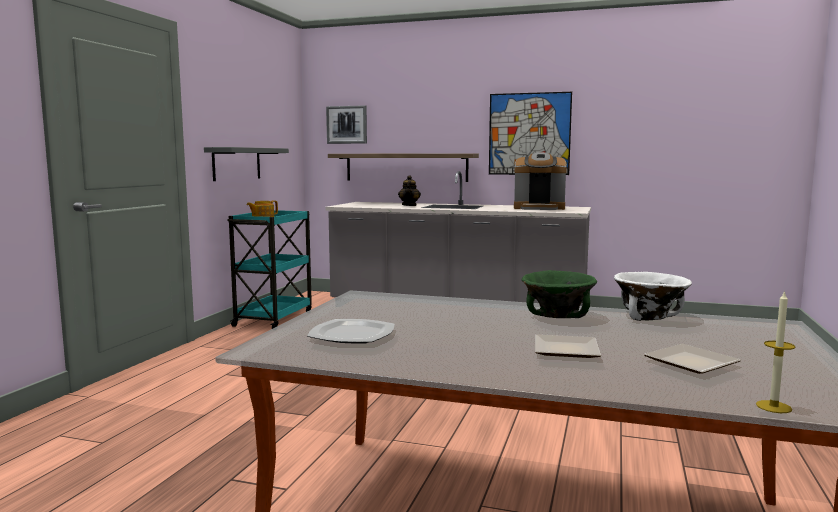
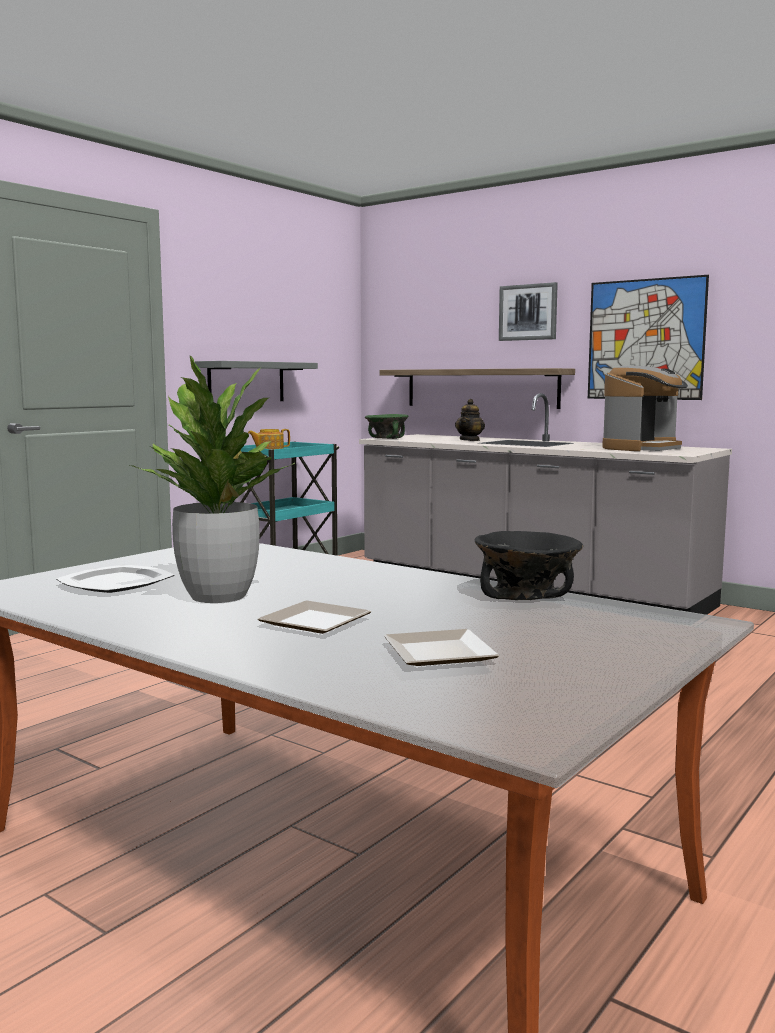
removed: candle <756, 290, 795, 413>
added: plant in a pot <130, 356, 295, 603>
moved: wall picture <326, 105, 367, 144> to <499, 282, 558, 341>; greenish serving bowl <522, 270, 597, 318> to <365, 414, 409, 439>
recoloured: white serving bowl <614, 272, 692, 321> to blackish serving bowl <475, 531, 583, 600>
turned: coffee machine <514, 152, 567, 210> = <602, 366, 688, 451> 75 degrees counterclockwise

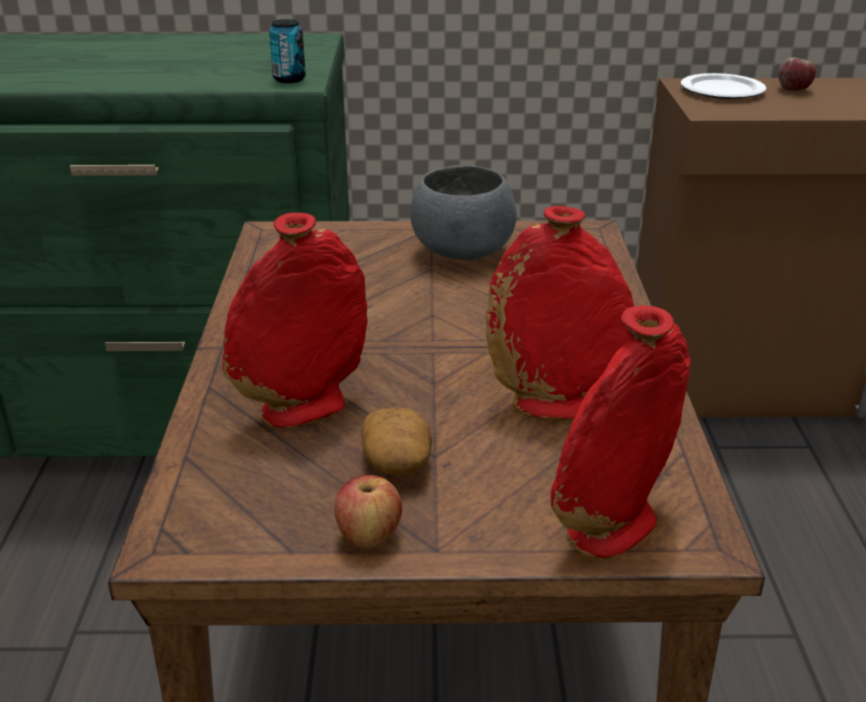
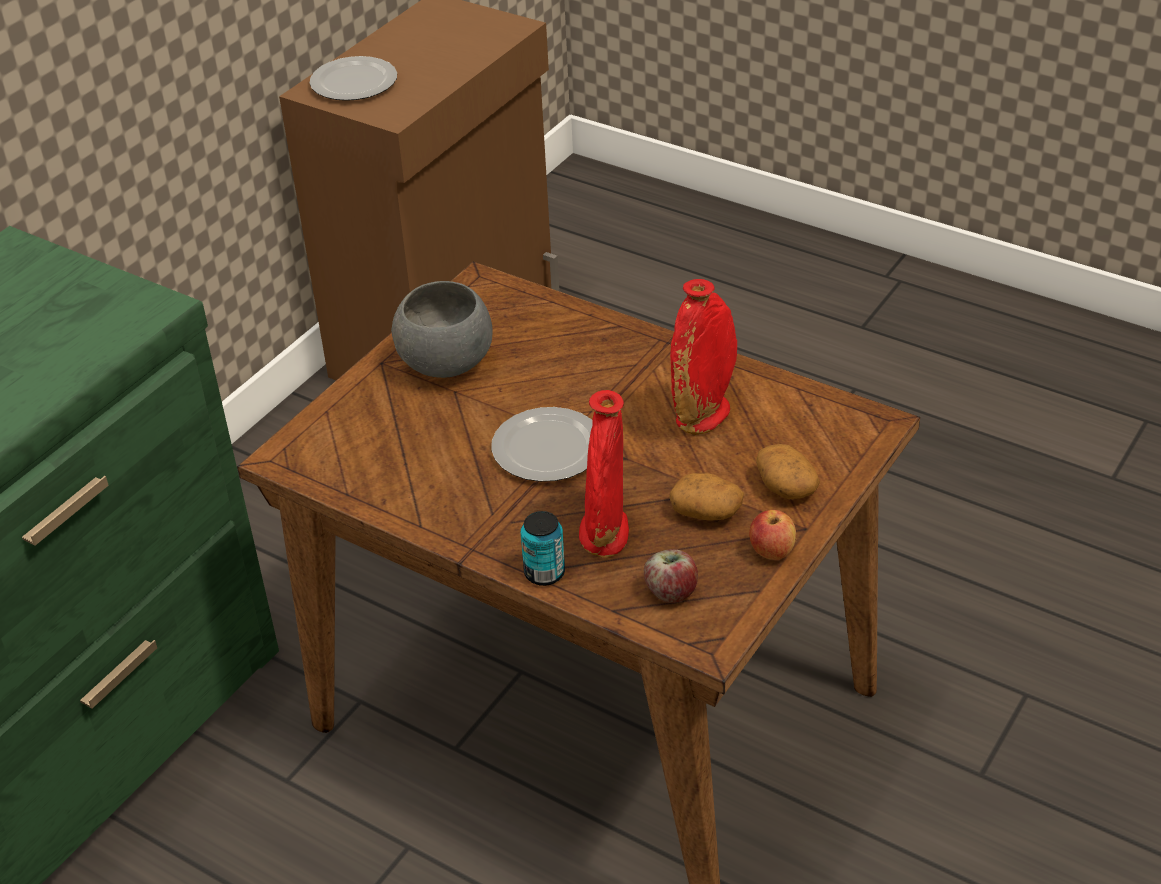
removed: reddish flower vase <551, 306, 691, 559>
added: plate <491, 407, 593, 482>; spud <756, 444, 820, 499>
moved: metal can <269, 19, 306, 83> to <521, 511, 565, 586>; apple fruit <778, 58, 816, 91> to <644, 549, 698, 603>

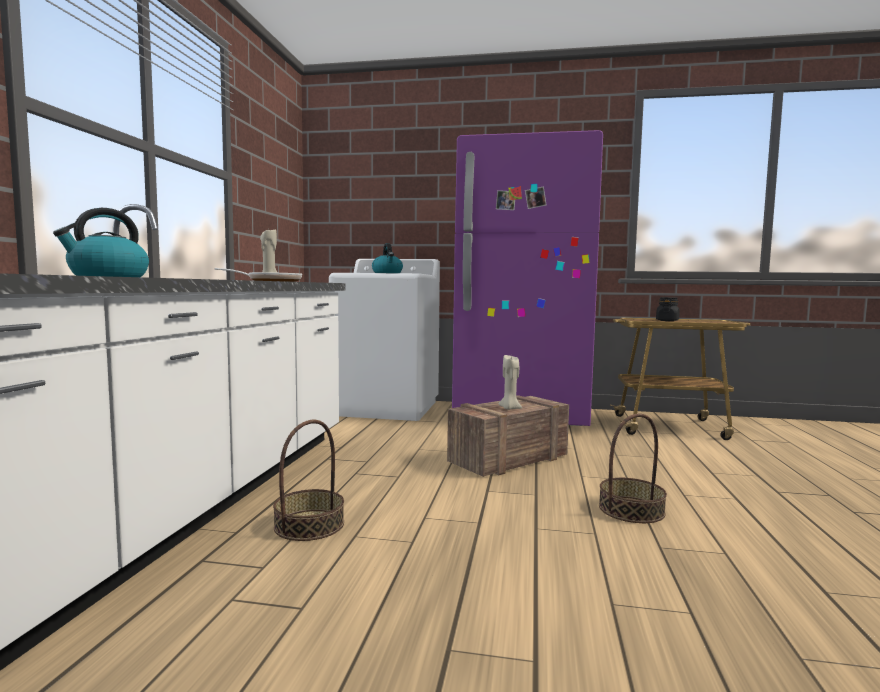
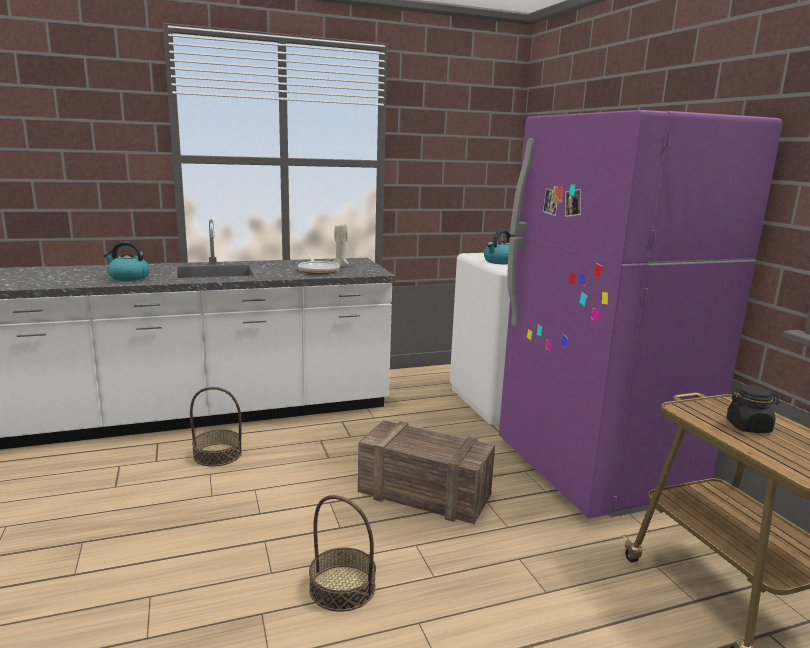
removed: sand-coloured candle <499, 355, 522, 410>

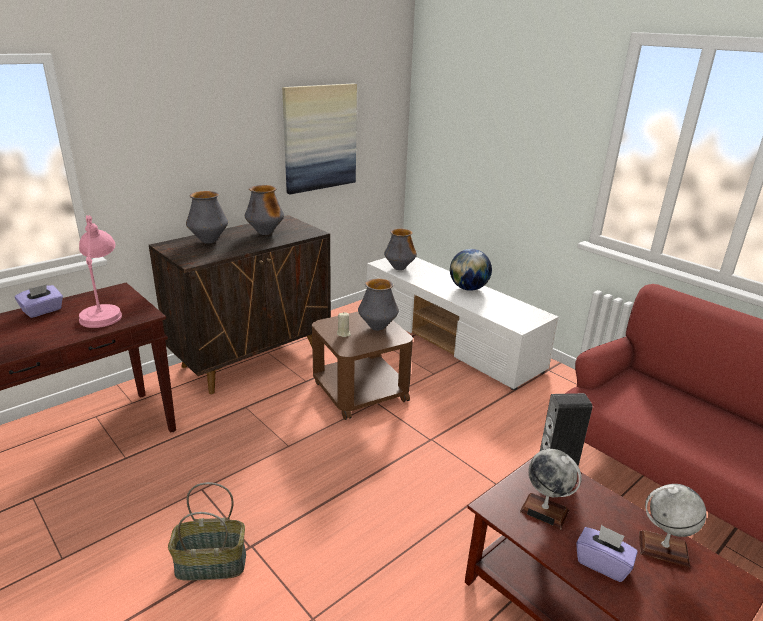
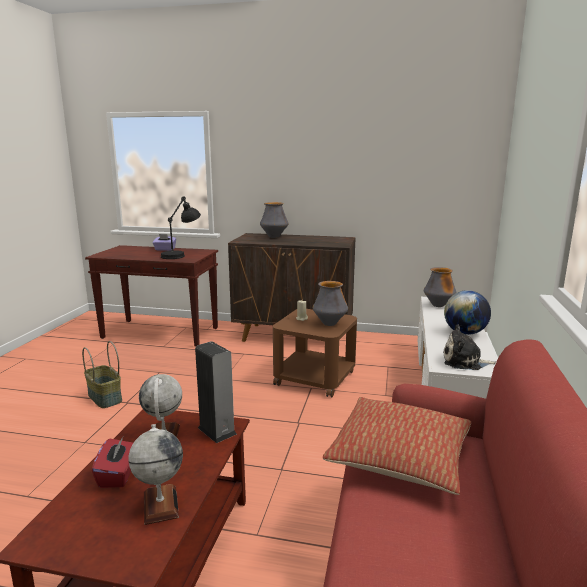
removed: wall picture <282, 84, 357, 194>; flower vase <245, 185, 284, 235>
added: soft toy <443, 324, 496, 370>; pillow <323, 397, 471, 495>
recoloured: pinkish tabletop lamp <79, 215, 122, 328> to blackish tabletop lamp <161, 196, 201, 259>; purple-coloured tissue box <576, 525, 638, 582> to reddish tissue box <92, 437, 133, 488>

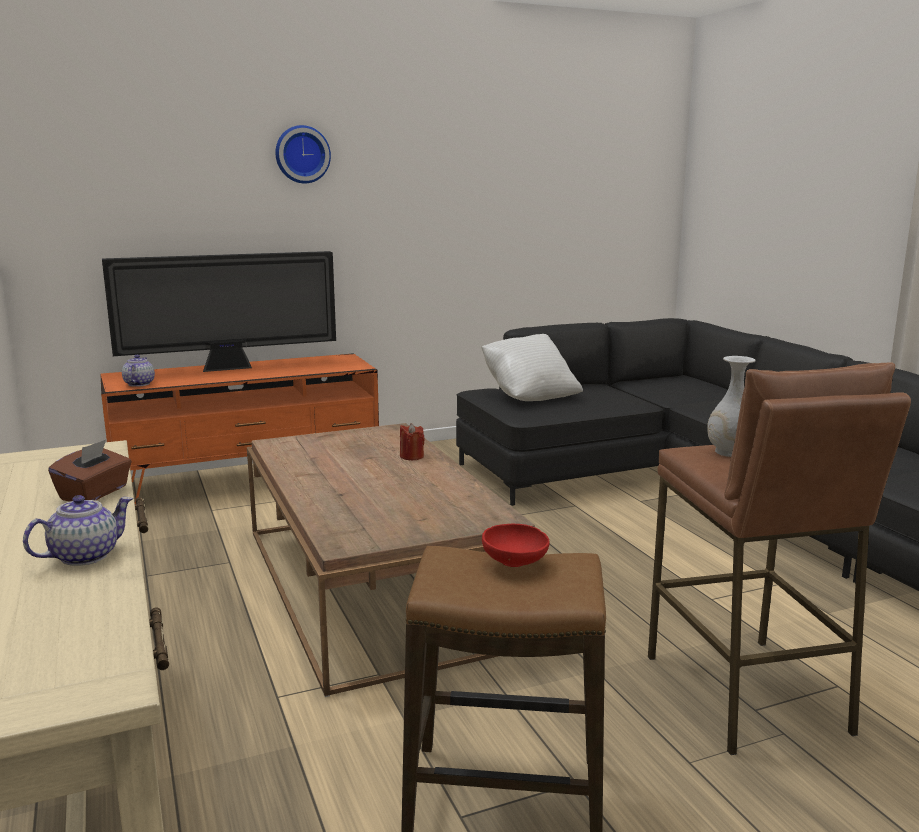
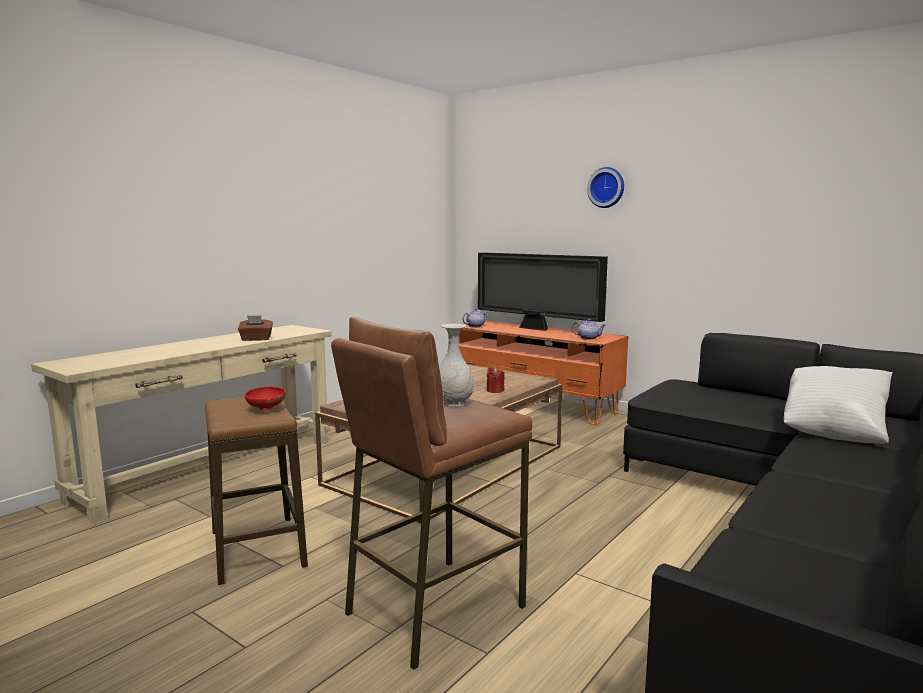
moved: white pillow <481, 334, 583, 401> to <784, 366, 893, 444>; pot for tea <23, 495, 133, 566> to <571, 319, 606, 340>

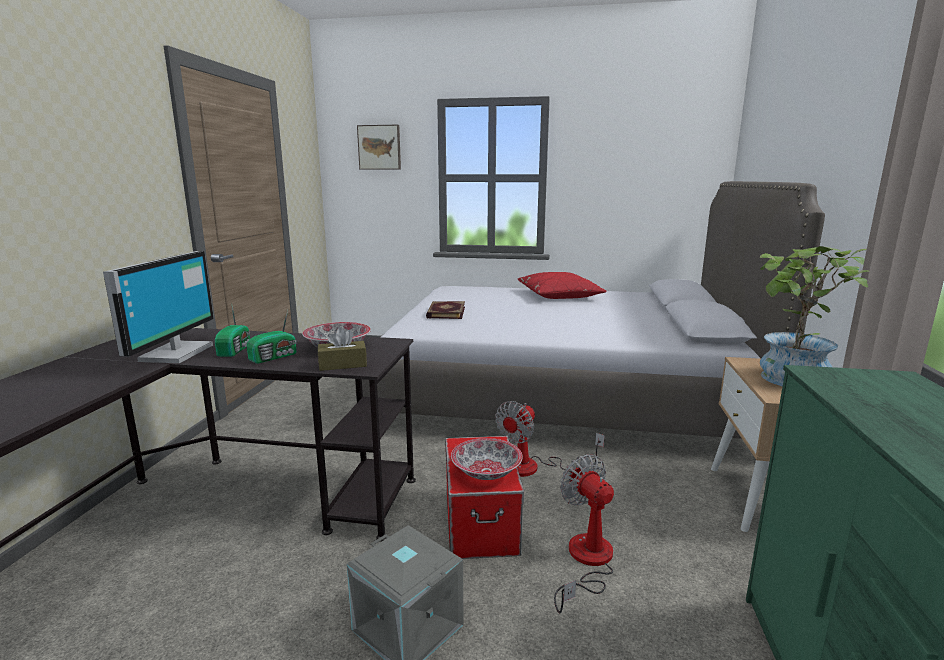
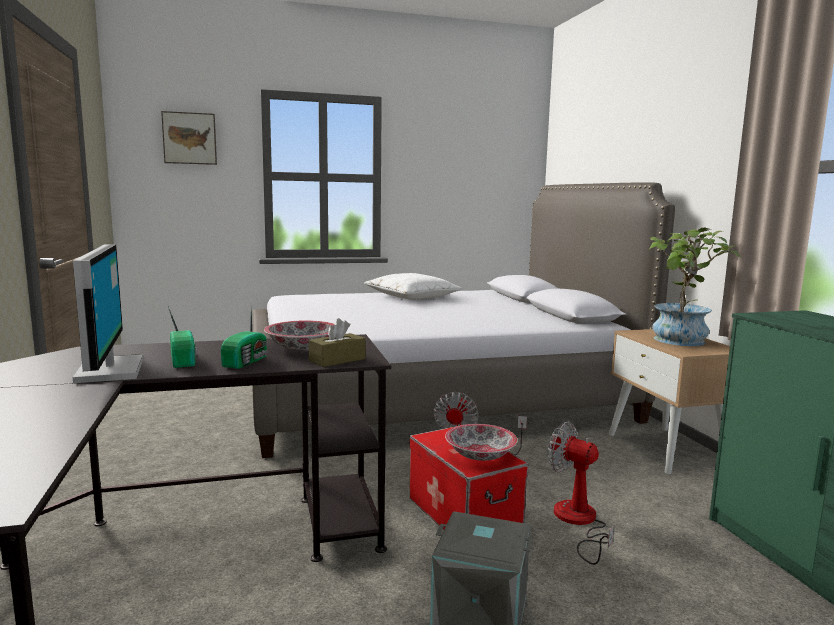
removed: bound book <426, 301, 465, 319>
recoloured: reddish pillow <518, 272, 607, 299> to white pillow <364, 273, 463, 299>

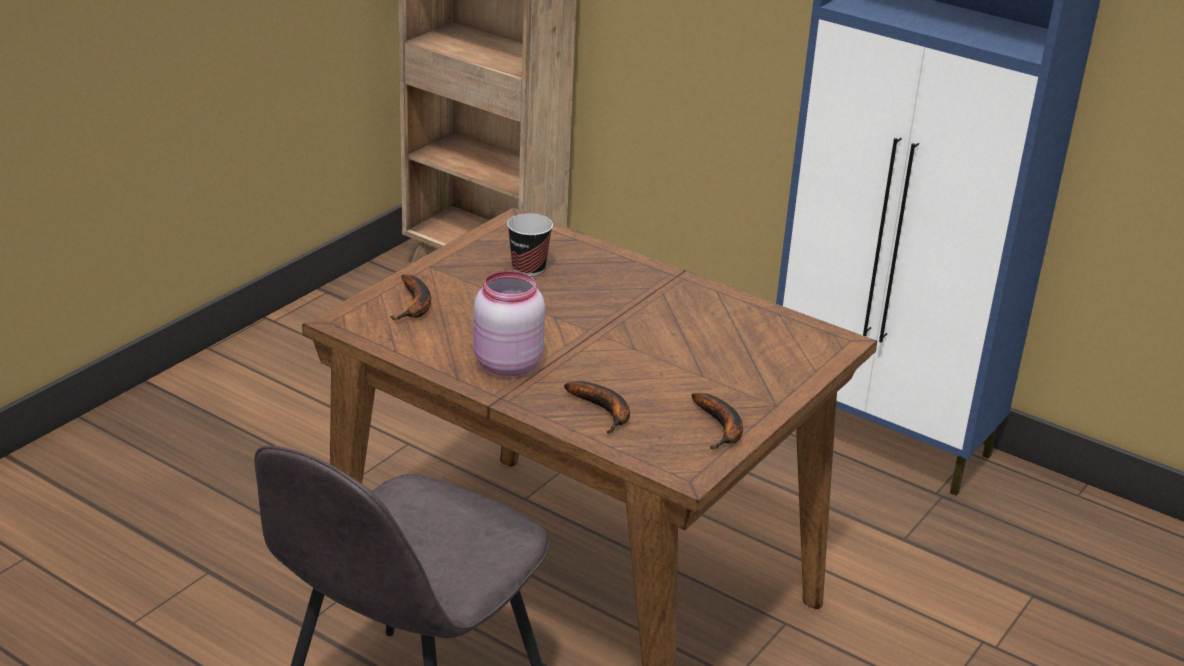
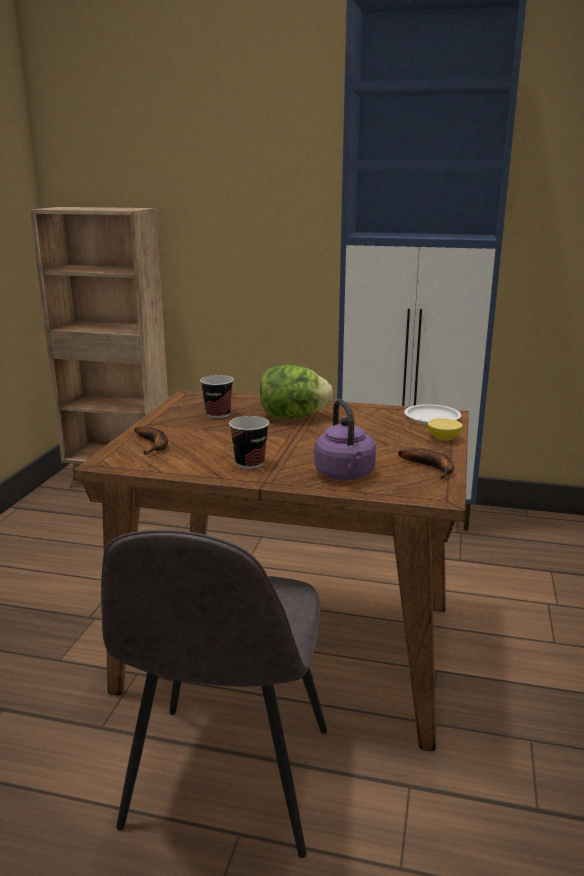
added: lettuce head <260, 365, 333, 419>; white plate <404, 404, 461, 424>; lemon <428, 418, 462, 441>
replaced: pinkish jar <473, 271, 545, 376> to small cup <229, 416, 269, 469>; whole banana <564, 381, 630, 434> to purple-coloured water kettle <314, 399, 376, 480>

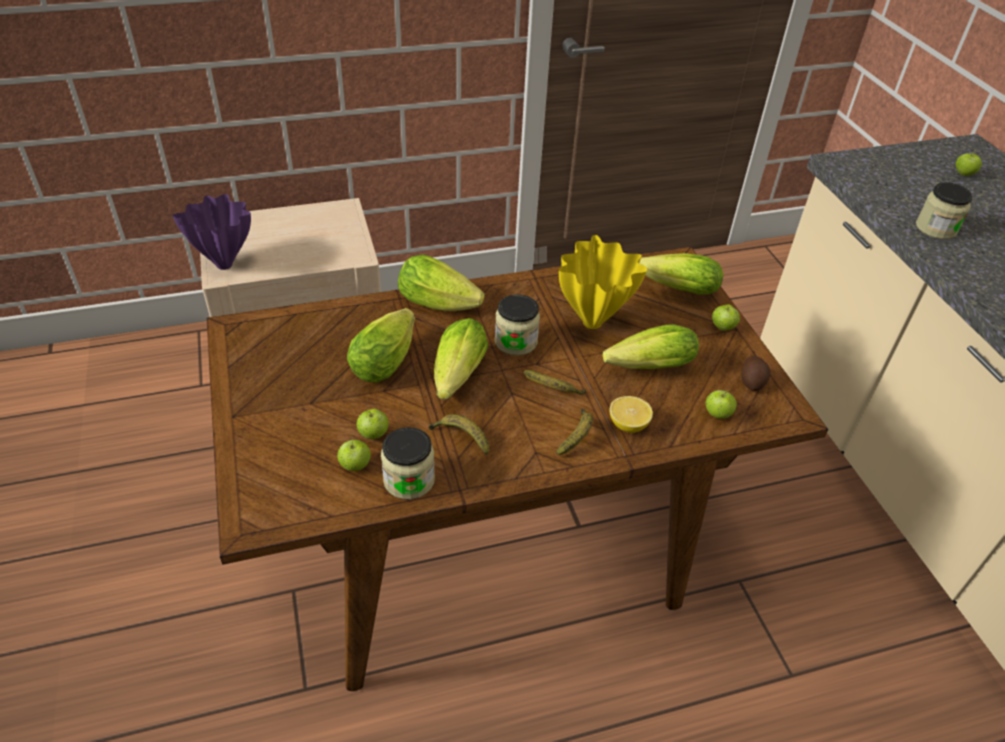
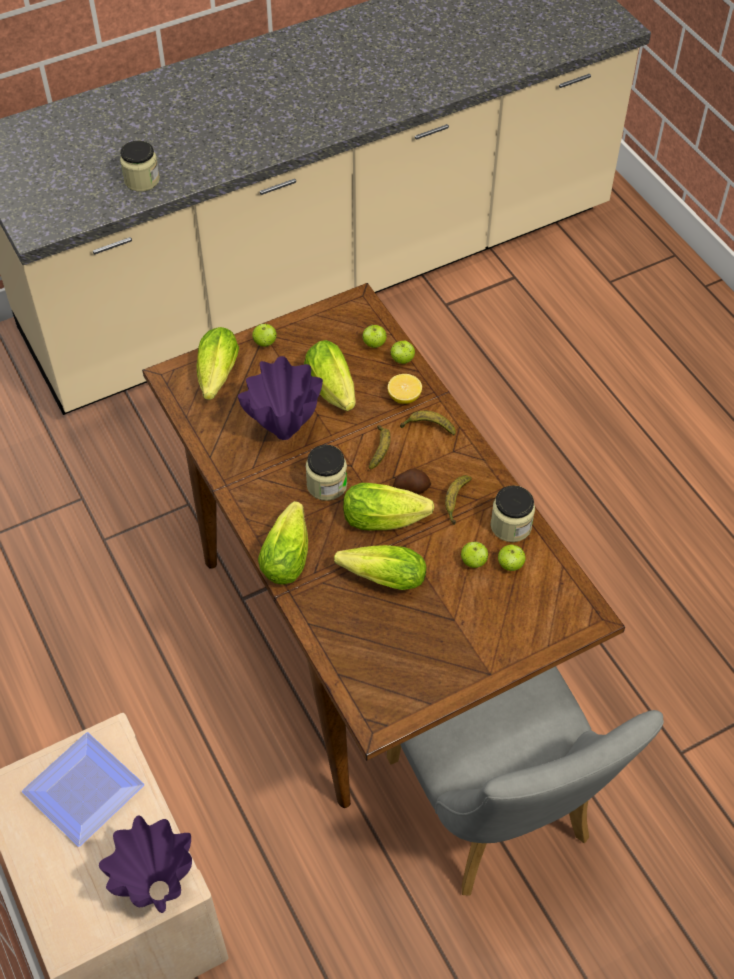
added: gray chair <387, 666, 664, 896>; plate <22, 732, 144, 847>
moved: apple fruit <956, 150, 982, 176> to <391, 341, 415, 364>; spud <741, 356, 770, 391> to <393, 469, 431, 494>
recoloured: yellow-coloured flower vase <559, 235, 647, 329> to purple-coloured flower vase <238, 356, 323, 440>

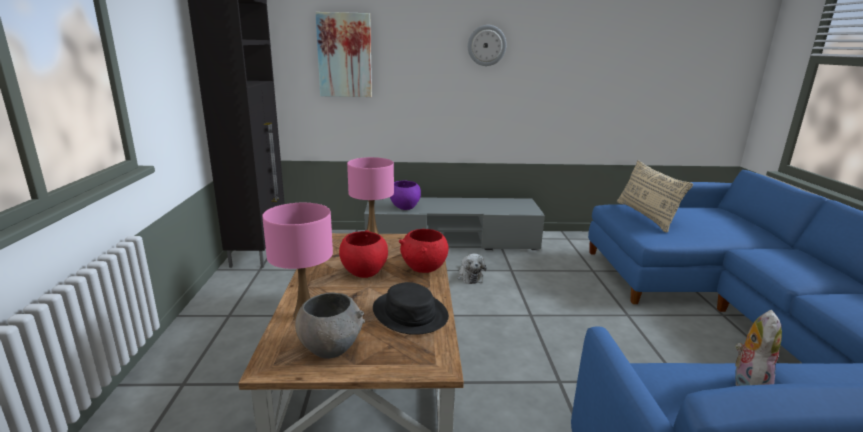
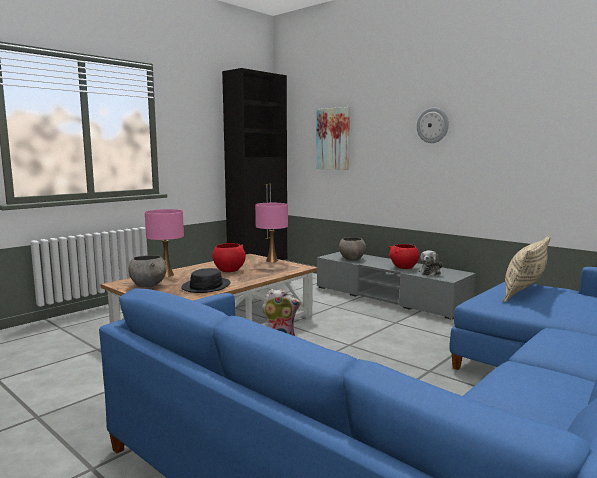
moved: reddish serving bowl <399, 229, 449, 273> to <389, 244, 419, 269>; soft toy <458, 253, 486, 284> to <419, 250, 443, 276>
recoloured: purple-coloured serving bowl <390, 180, 421, 210> to gray serving bowl <339, 237, 366, 260>

